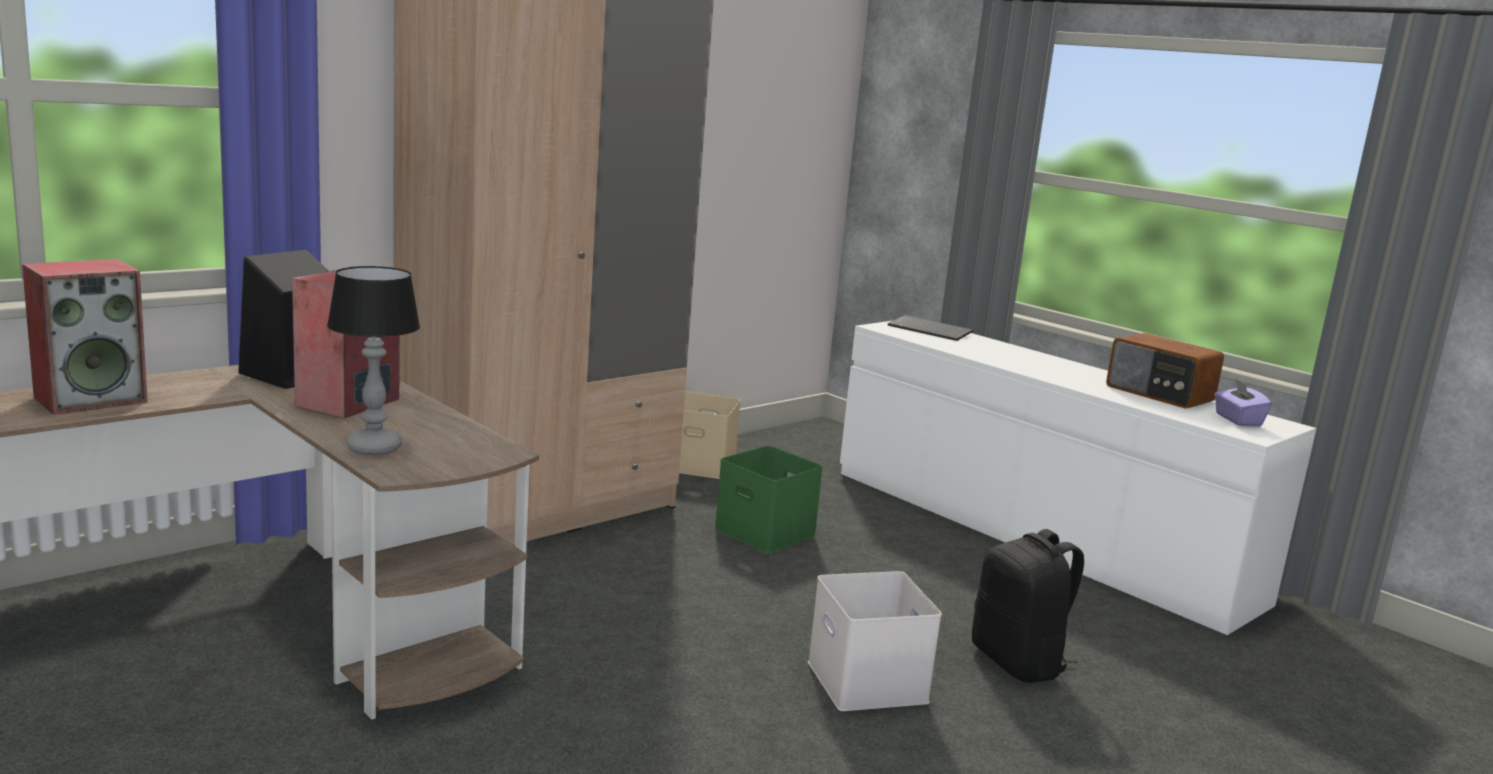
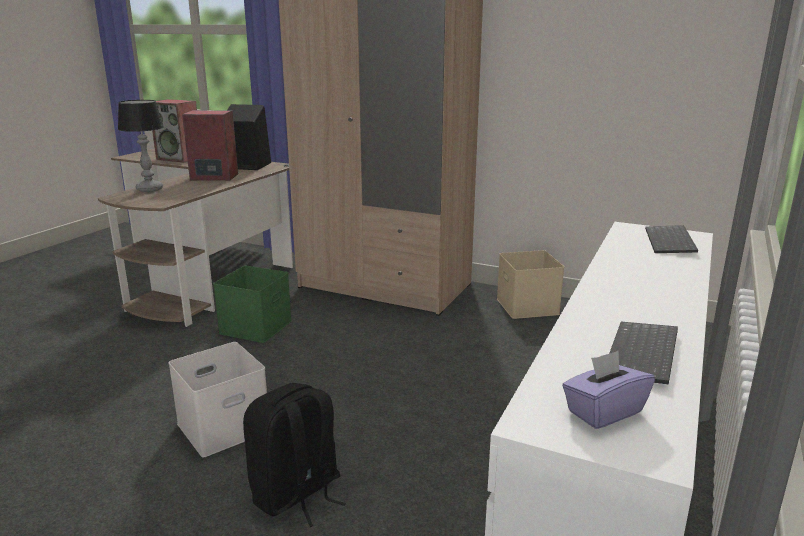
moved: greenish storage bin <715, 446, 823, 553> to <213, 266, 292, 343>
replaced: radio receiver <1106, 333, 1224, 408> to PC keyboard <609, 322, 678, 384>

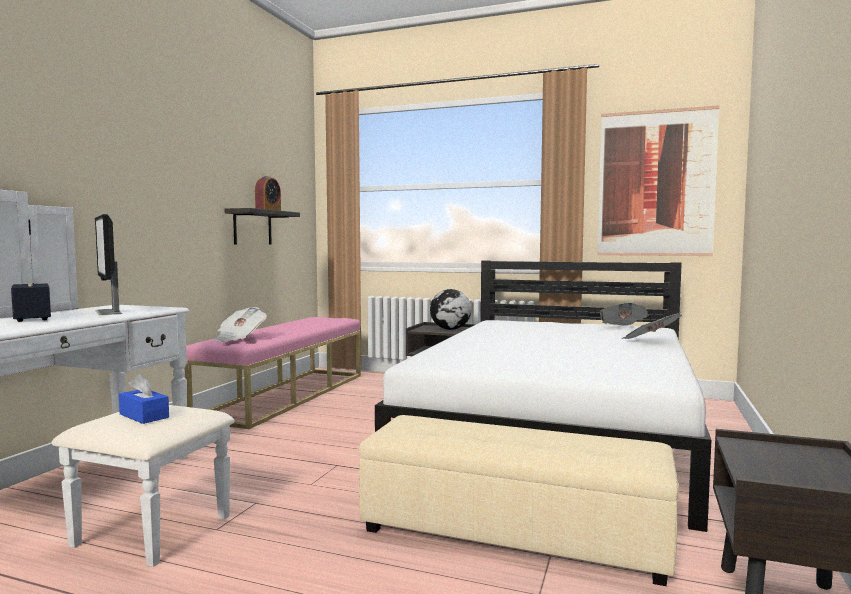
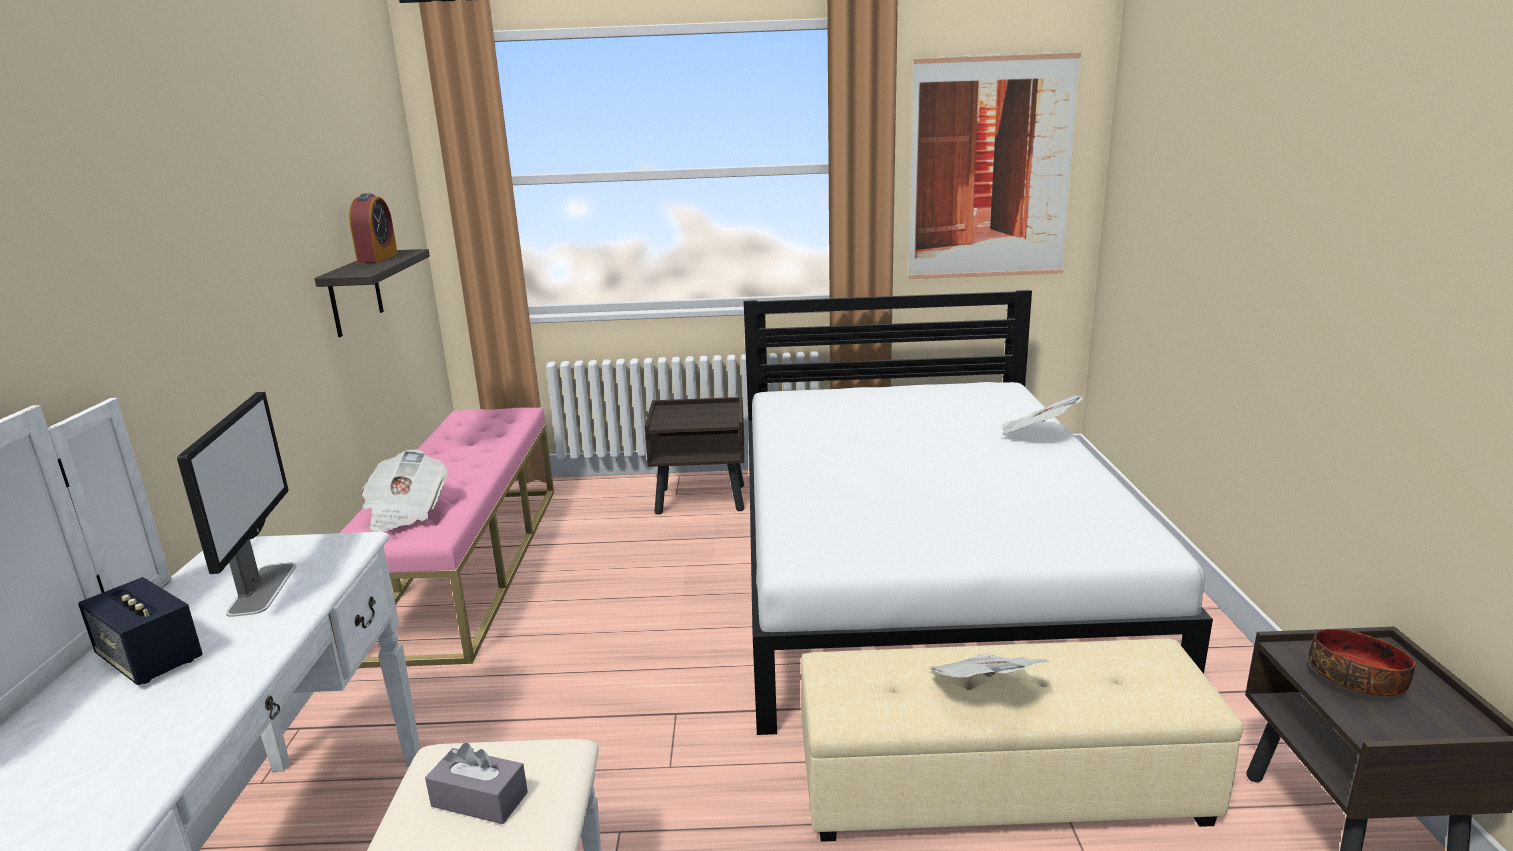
removed: globe <430, 289, 471, 330>
added: serving bowl <1309, 629, 1415, 696>
moved: daily paper <600, 303, 649, 325> to <930, 653, 1050, 677>
recoloured: blue-coloured tissue box <119, 374, 169, 424> to gray tissue box <425, 743, 528, 824>
turned: computer display <95, 214, 122, 315> = <177, 392, 296, 617> 135 degrees counterclockwise

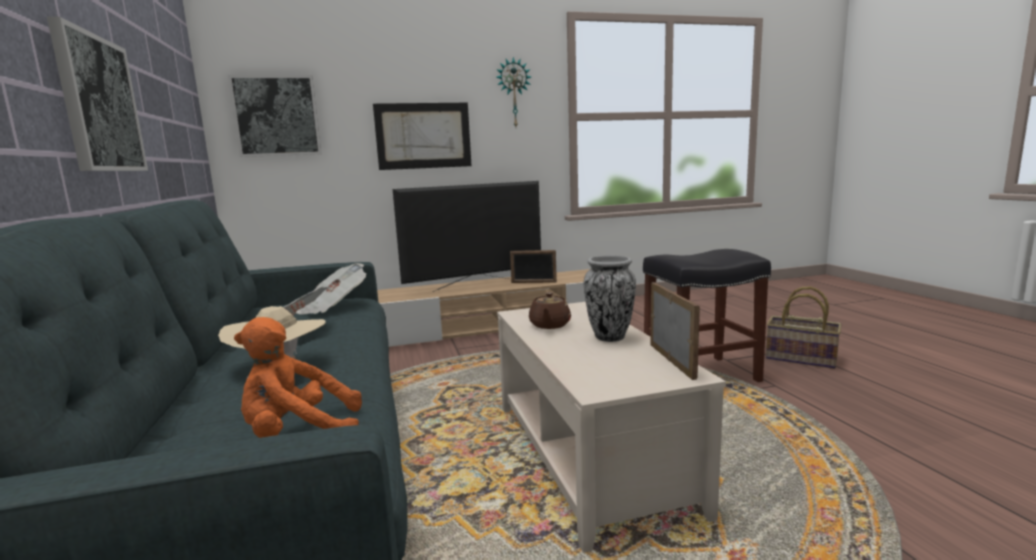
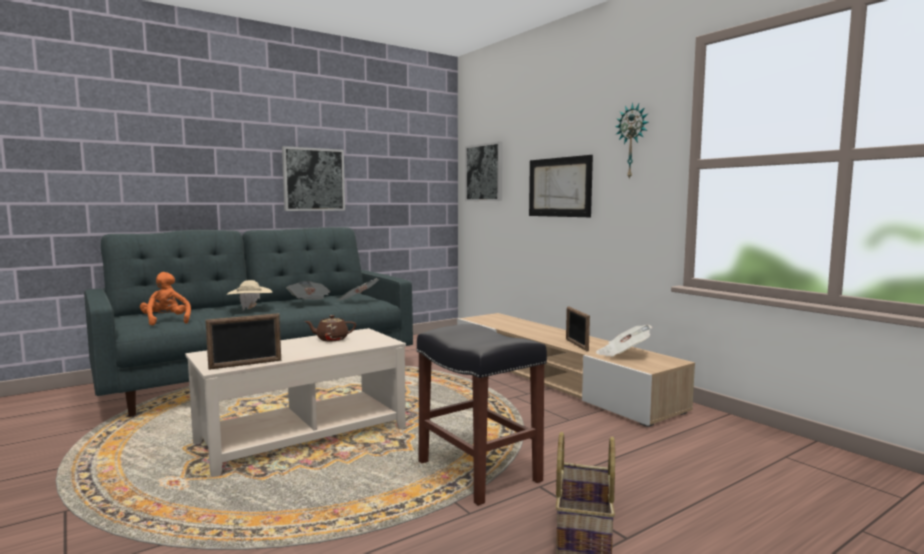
removed: TV set <393, 181, 541, 292>; flower vase <584, 255, 636, 342>
added: daily paper <596, 325, 653, 357>

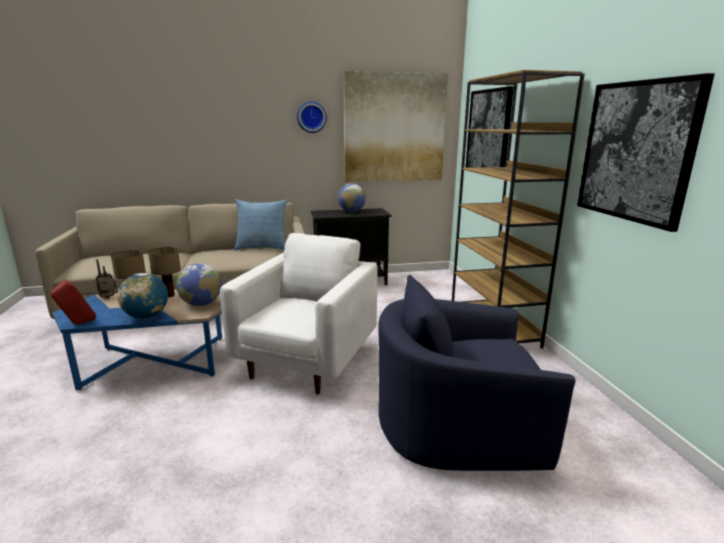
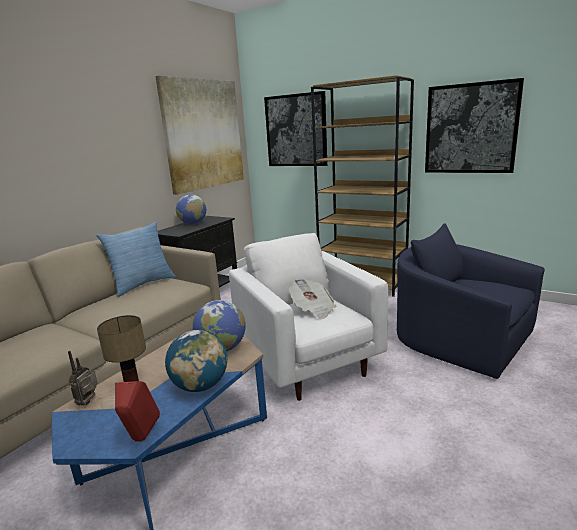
removed: clock on the wall <297, 102, 327, 133>; tabletop lamp <148, 247, 181, 297>
added: daily paper <289, 278, 336, 319>
turned: blue-coloured easy chair <378, 275, 576, 471> = <397, 223, 545, 379> 90 degrees clockwise

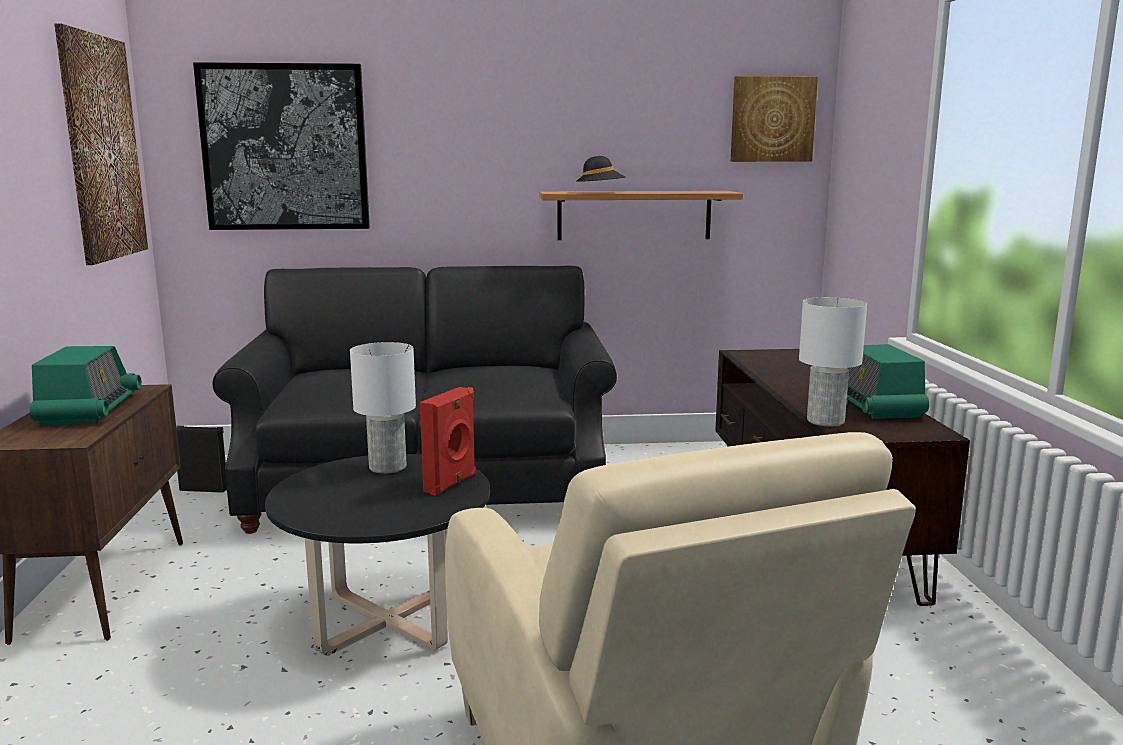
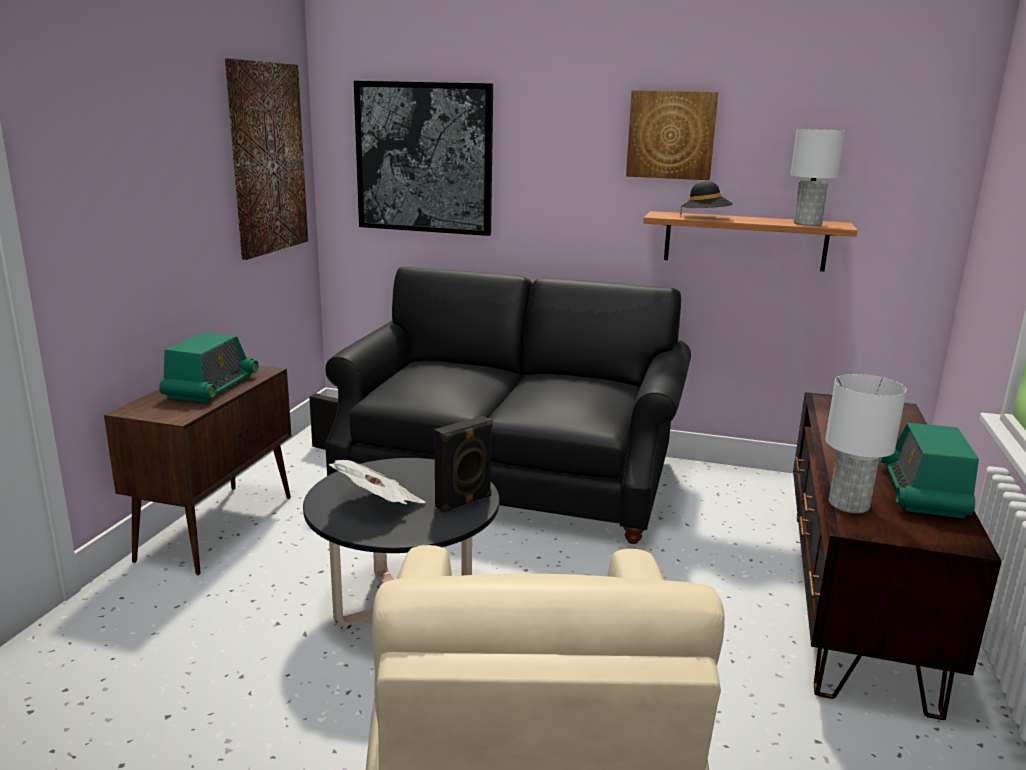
added: daily paper <329, 460, 426, 504>
moved: wall picture <731, 76, 818, 162> to <626, 90, 718, 180>; white tabletop lamp <350, 342, 416, 474> to <791, 129, 845, 226>
recoloured: reddish audio speaker <420, 387, 476, 496> to blackish audio speaker <434, 416, 492, 513>

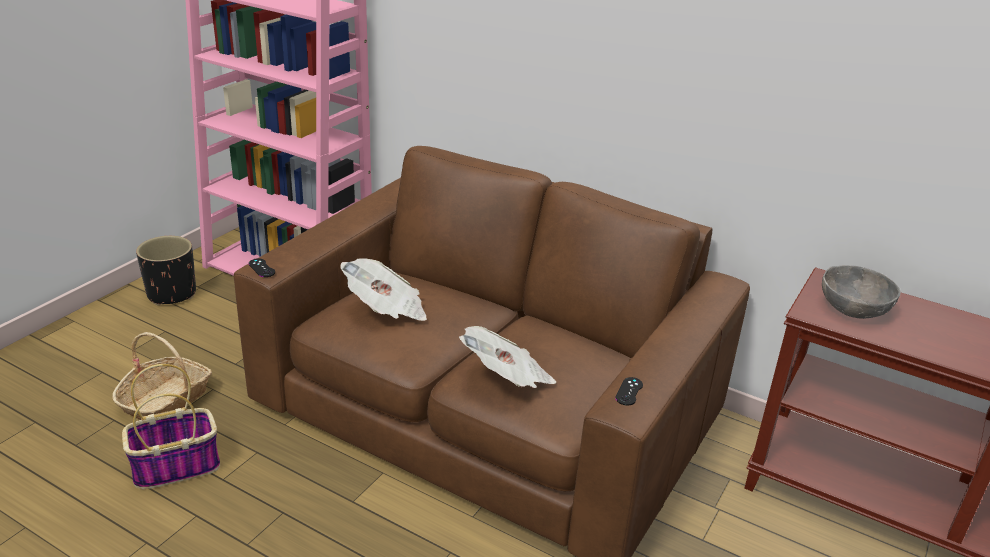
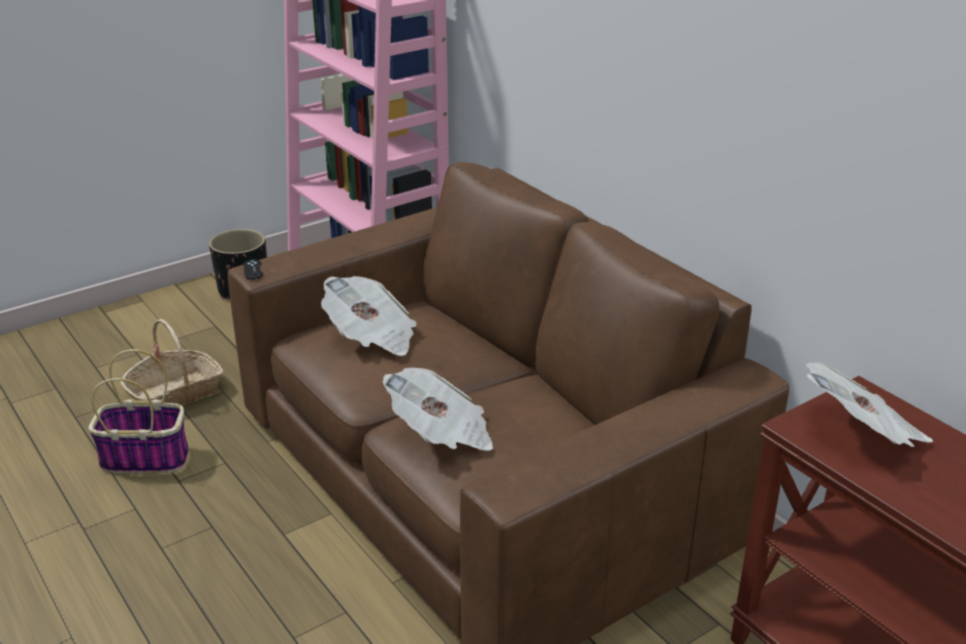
removed: blackish game controller <615, 377, 643, 406>
replaced: gray serving bowl <822, 265, 901, 319> to daily paper <805, 362, 933, 447>

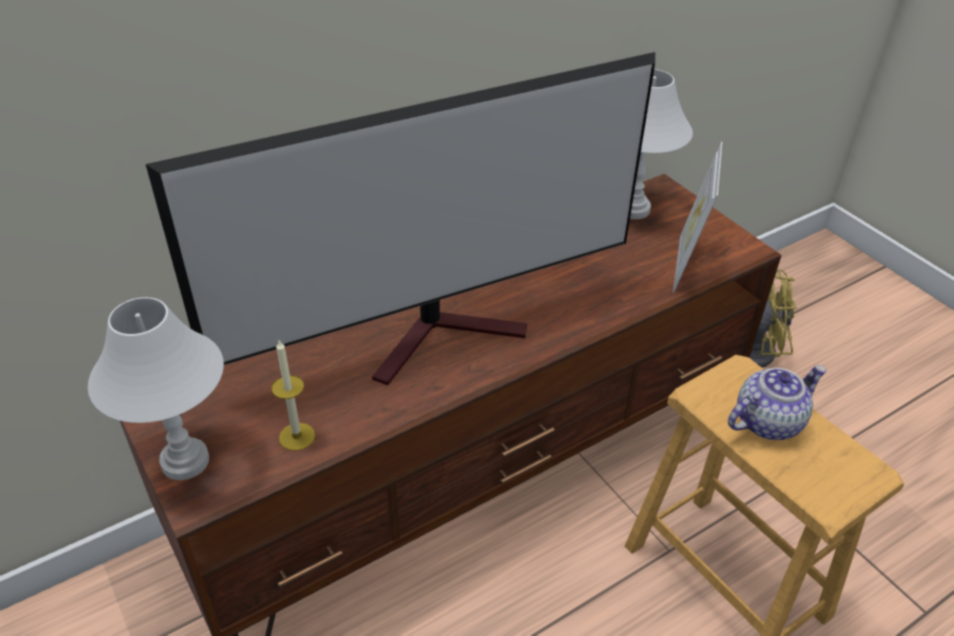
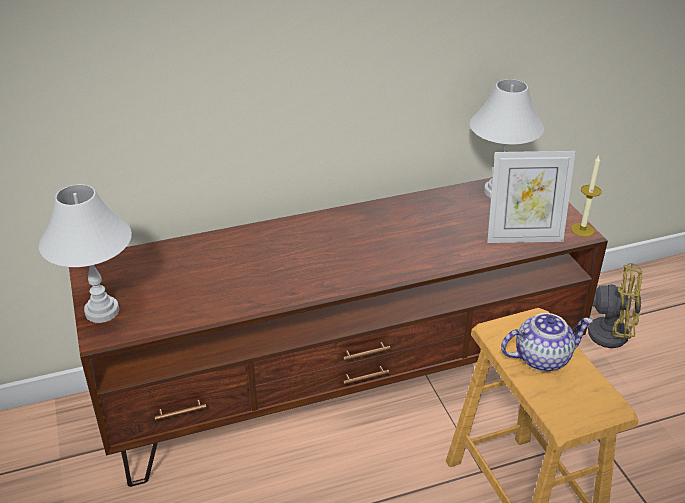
removed: TV set <146, 52, 655, 385>
moved: candle <271, 340, 315, 451> to <571, 156, 602, 237>
turned: picture frame <673, 142, 722, 293> = <487, 151, 575, 243> 120 degrees counterclockwise

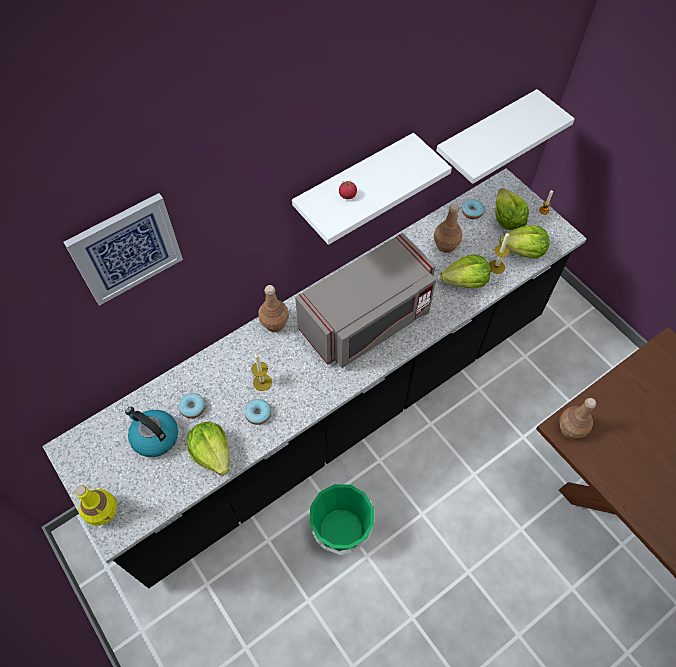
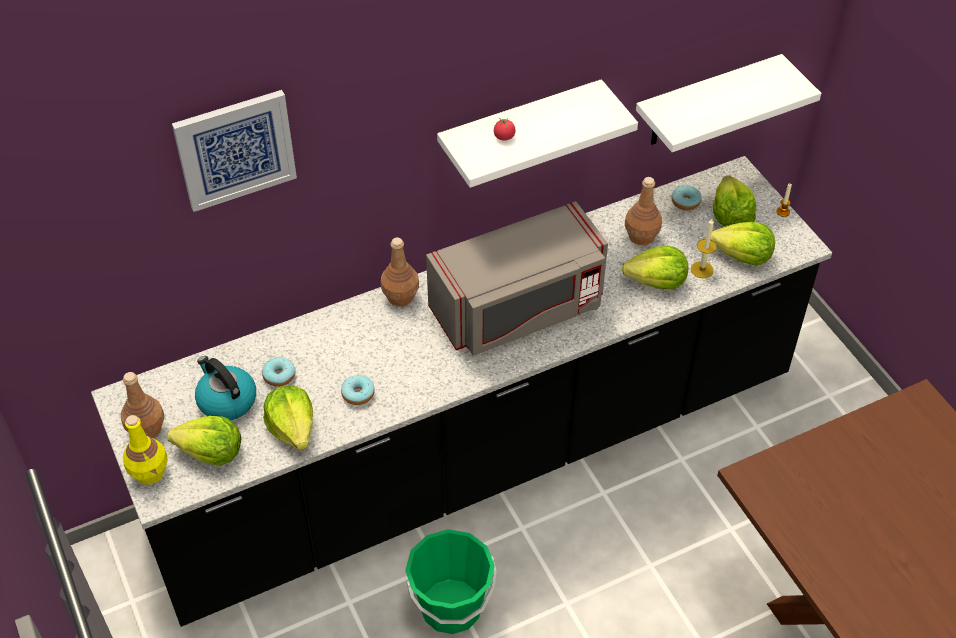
removed: candle <251, 353, 272, 391>
added: lettuce head <167, 416, 242, 466>
moved: brown beverage bottle <559, 398, 596, 439> to <121, 372, 164, 439>

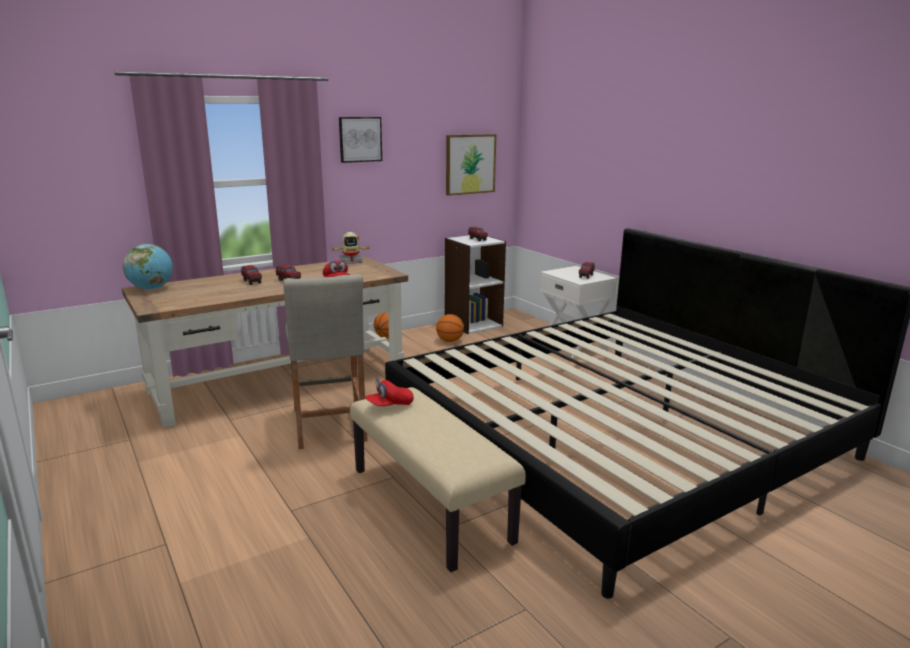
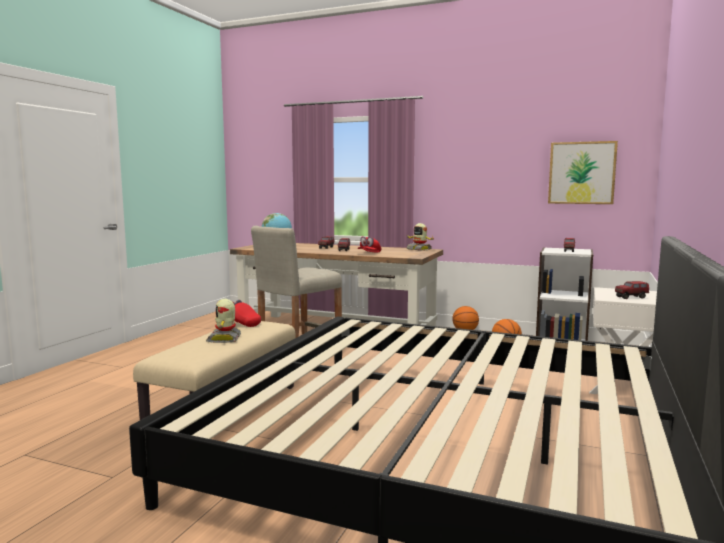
removed: wall picture <339, 117, 382, 163>
added: model robot <206, 299, 241, 343>

